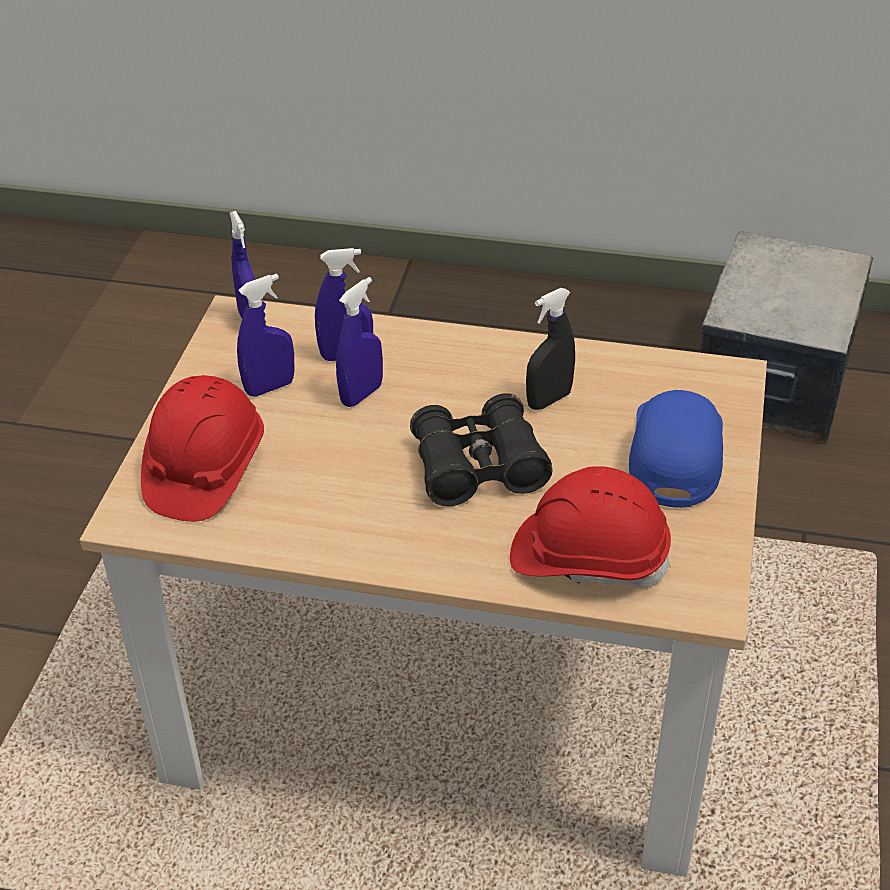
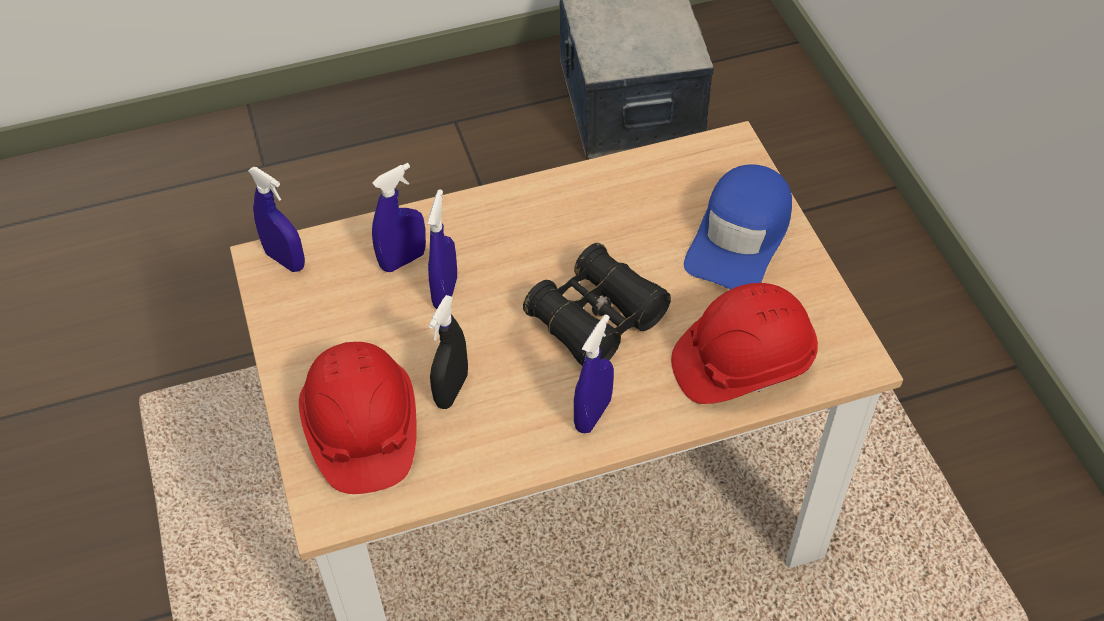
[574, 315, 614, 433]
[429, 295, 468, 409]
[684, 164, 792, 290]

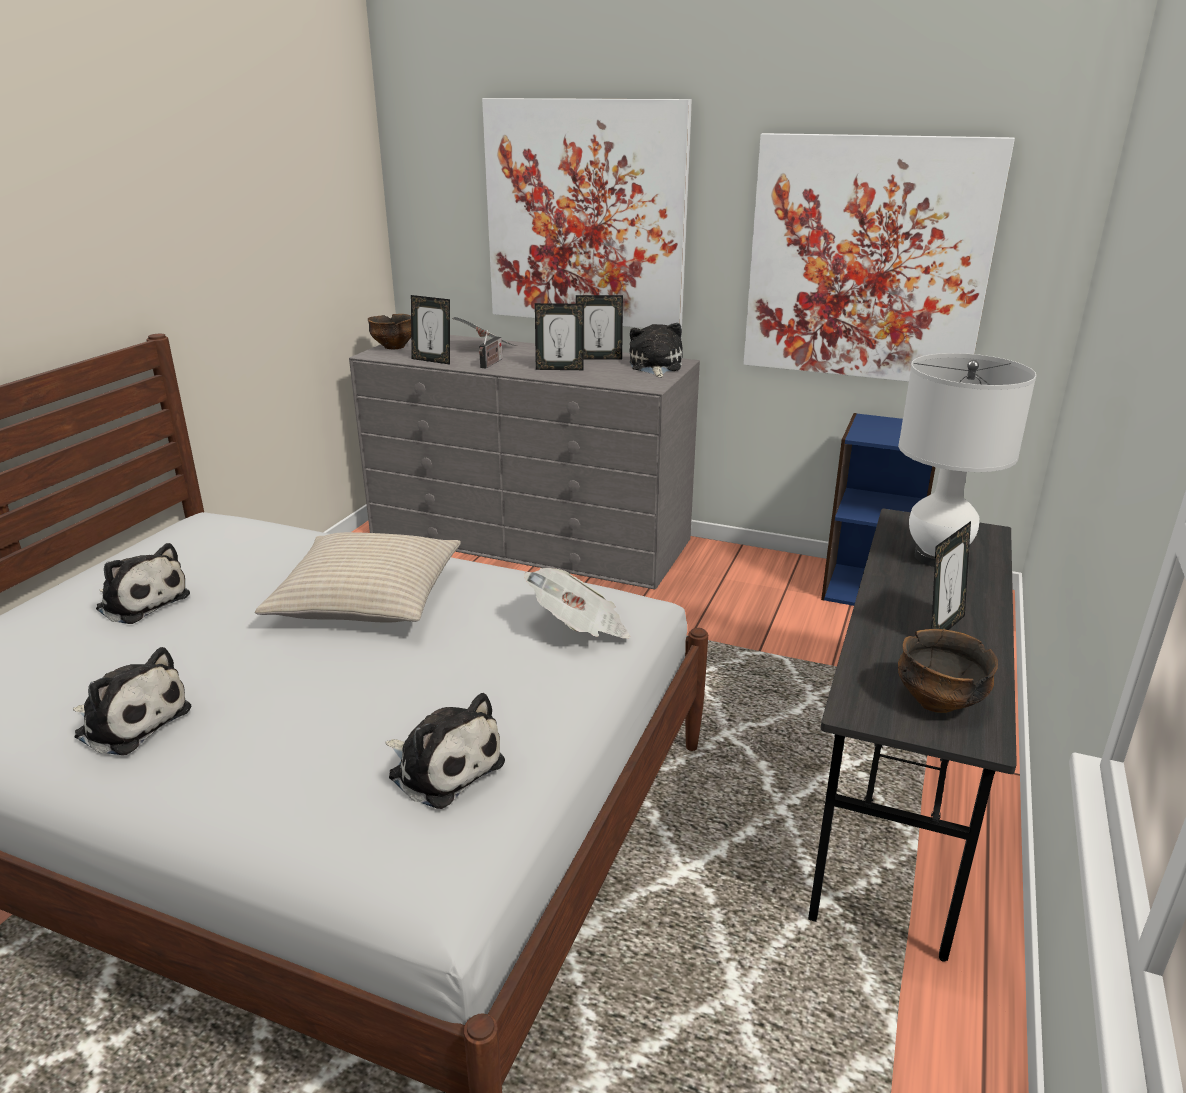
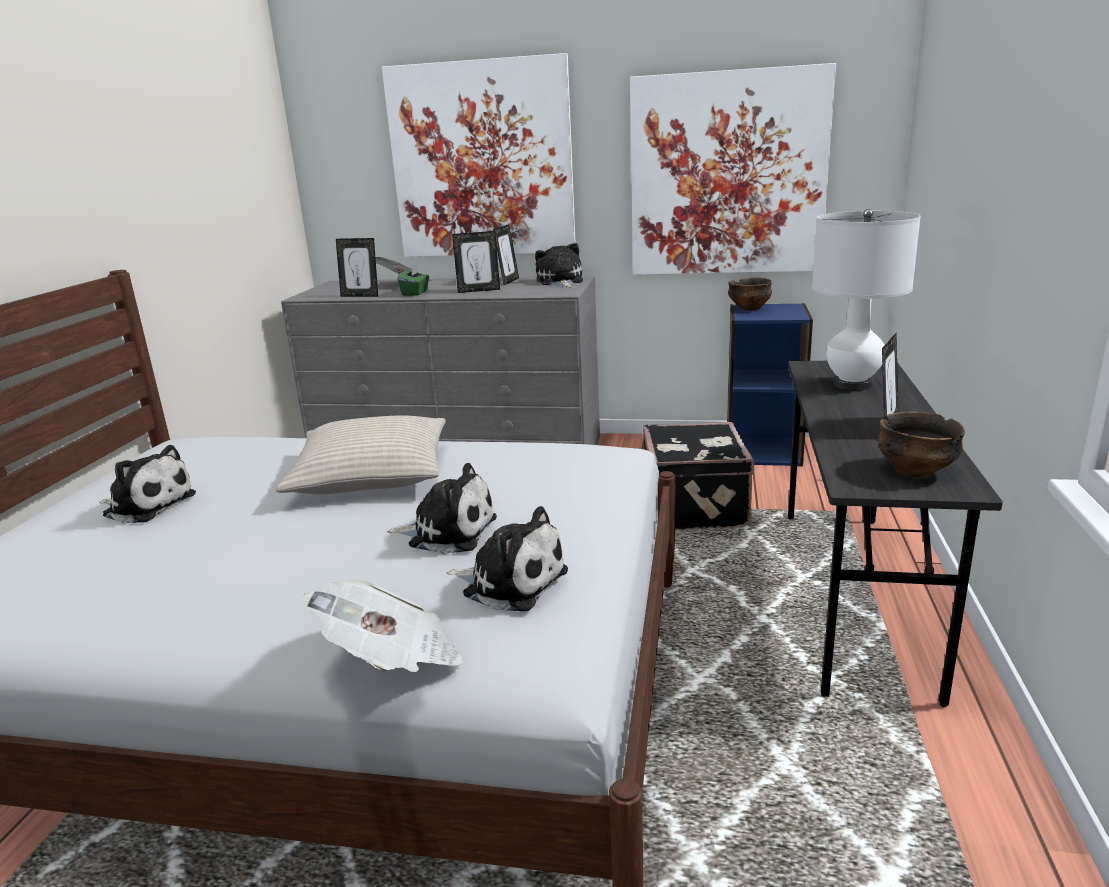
[493, 224, 519, 285]
[728, 278, 772, 311]
[397, 264, 429, 296]
[303, 580, 464, 672]
[387, 463, 497, 554]
[643, 422, 755, 530]

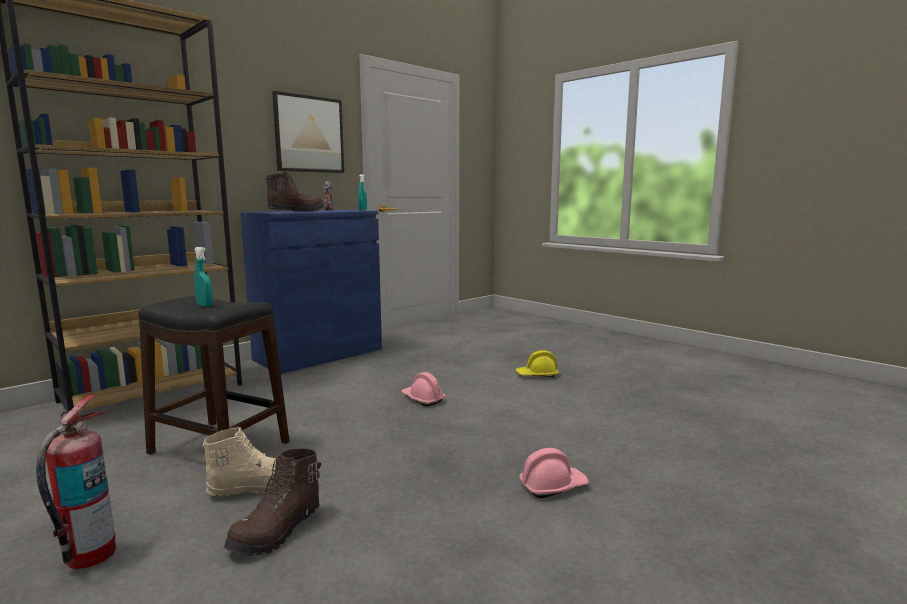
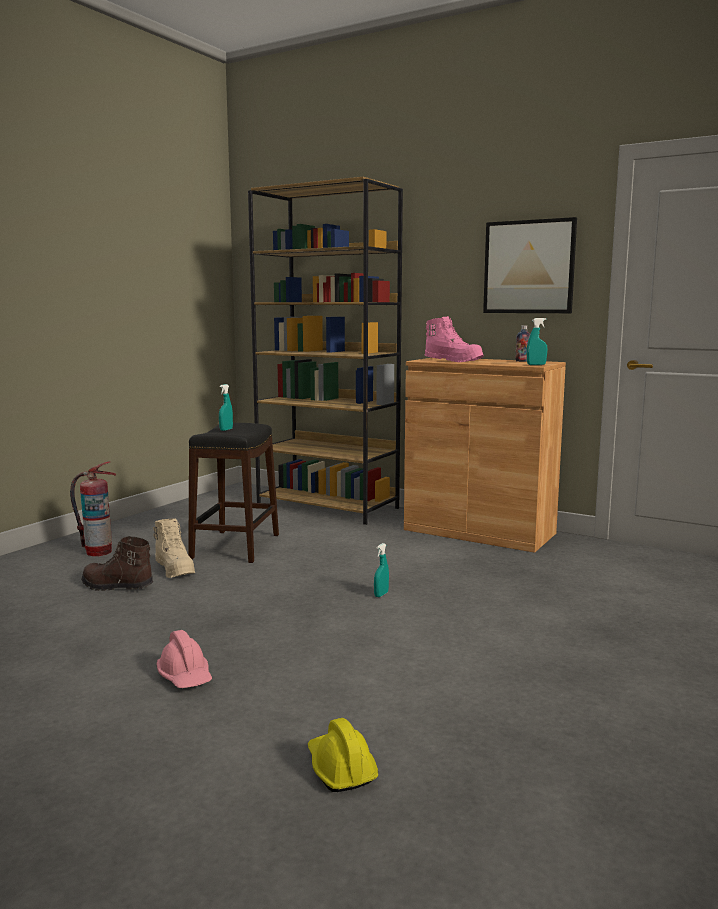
[425, 316, 484, 362]
[404, 358, 566, 553]
[308, 718, 378, 792]
[374, 543, 389, 597]

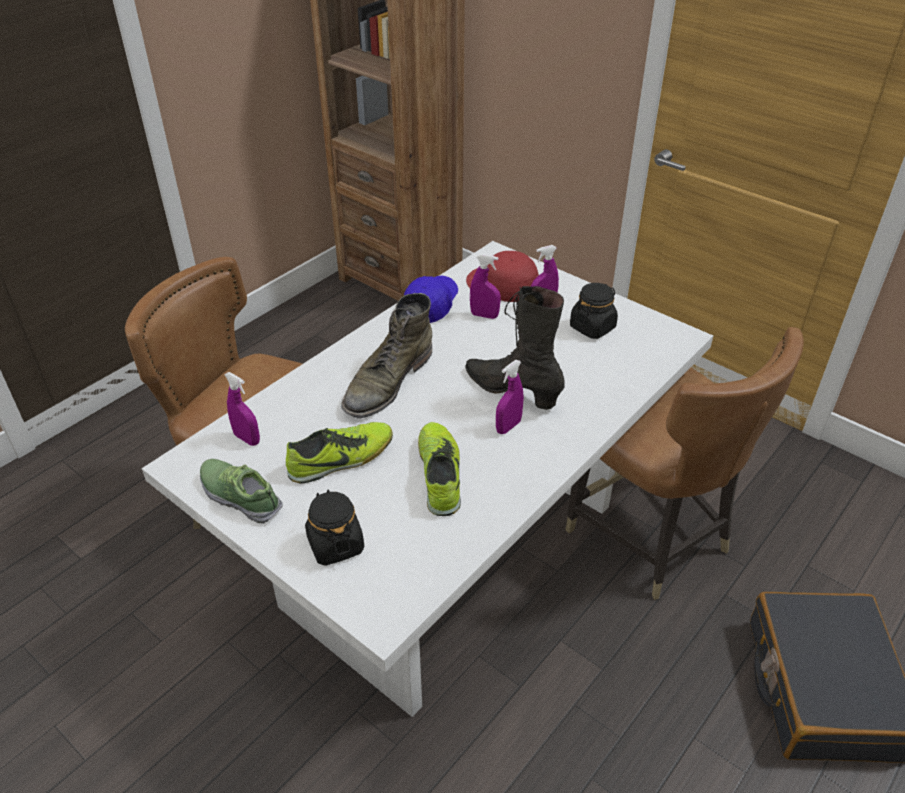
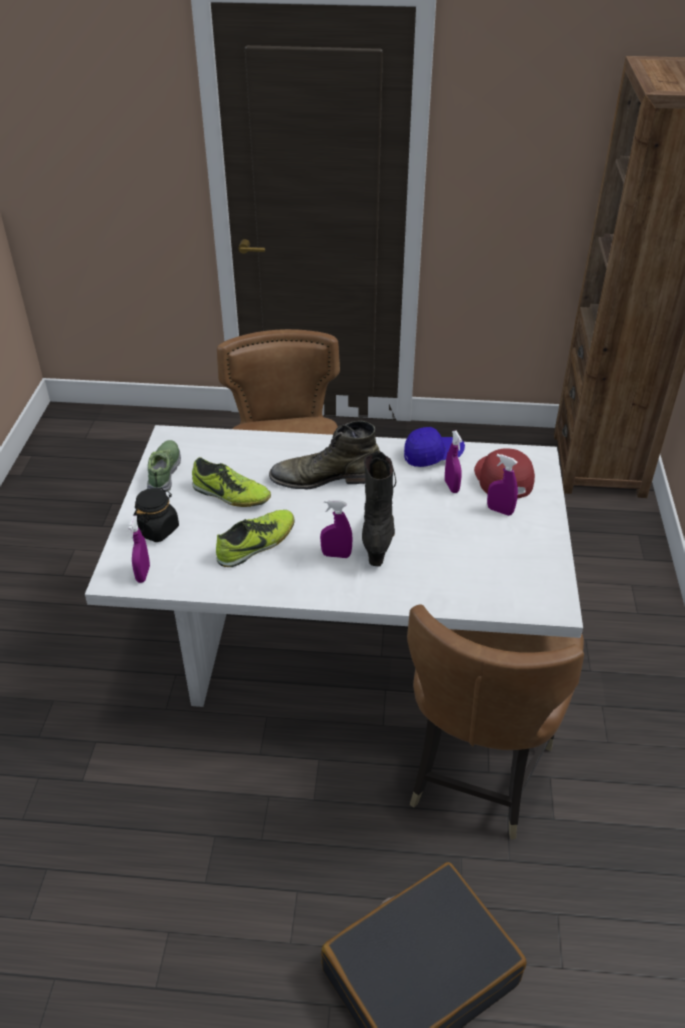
[570, 283, 618, 339] (first image)
[128, 516, 150, 583]

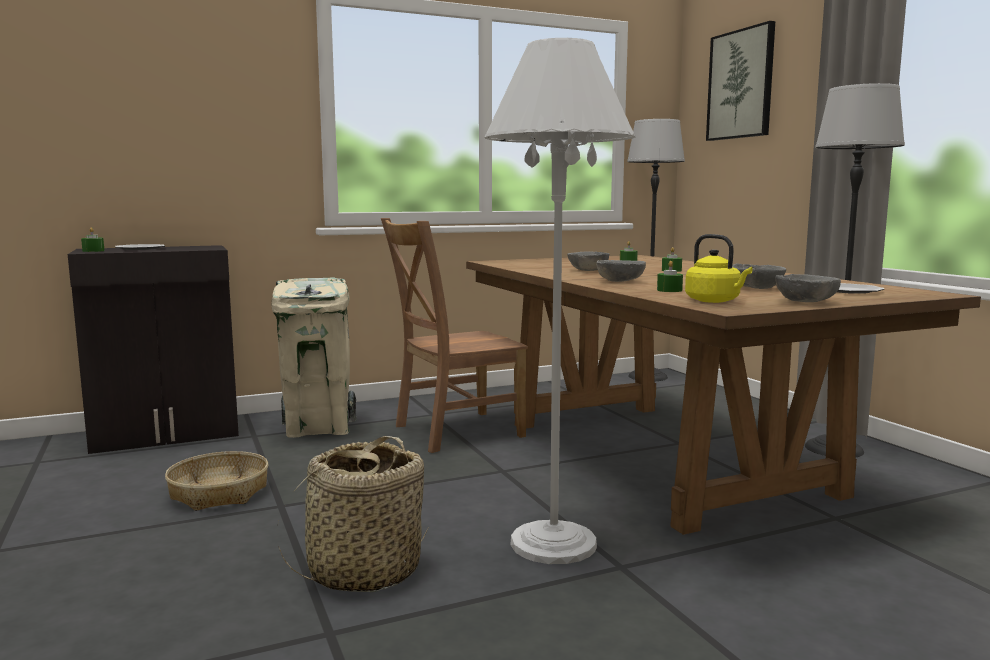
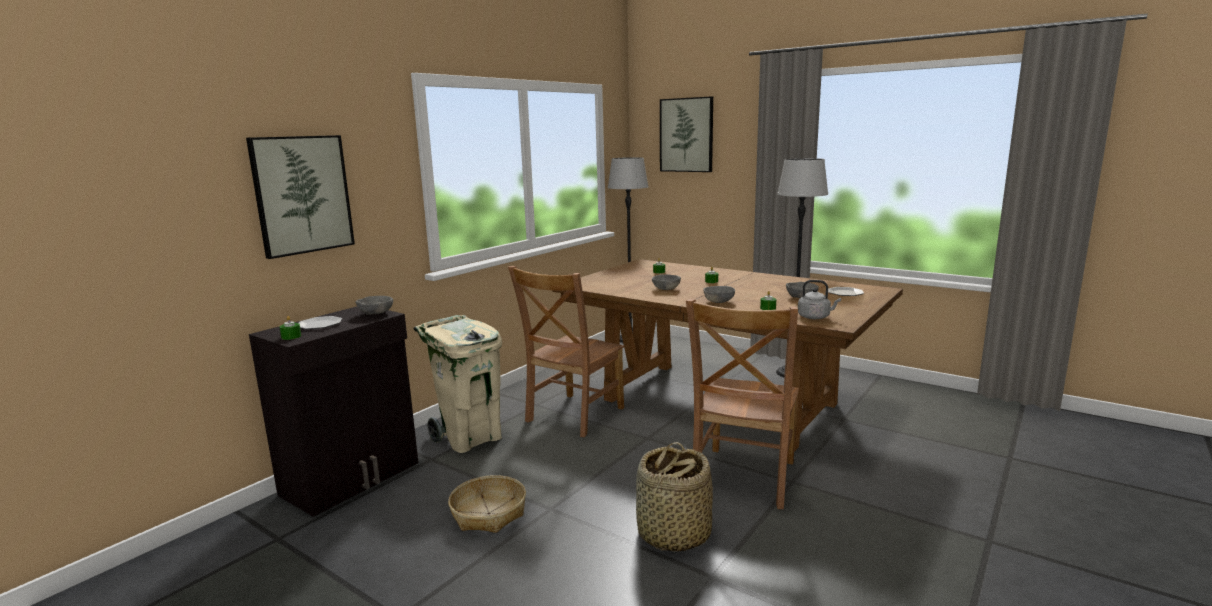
[686, 299, 799, 509]
[798, 280, 841, 319]
[355, 296, 393, 315]
[246, 135, 355, 259]

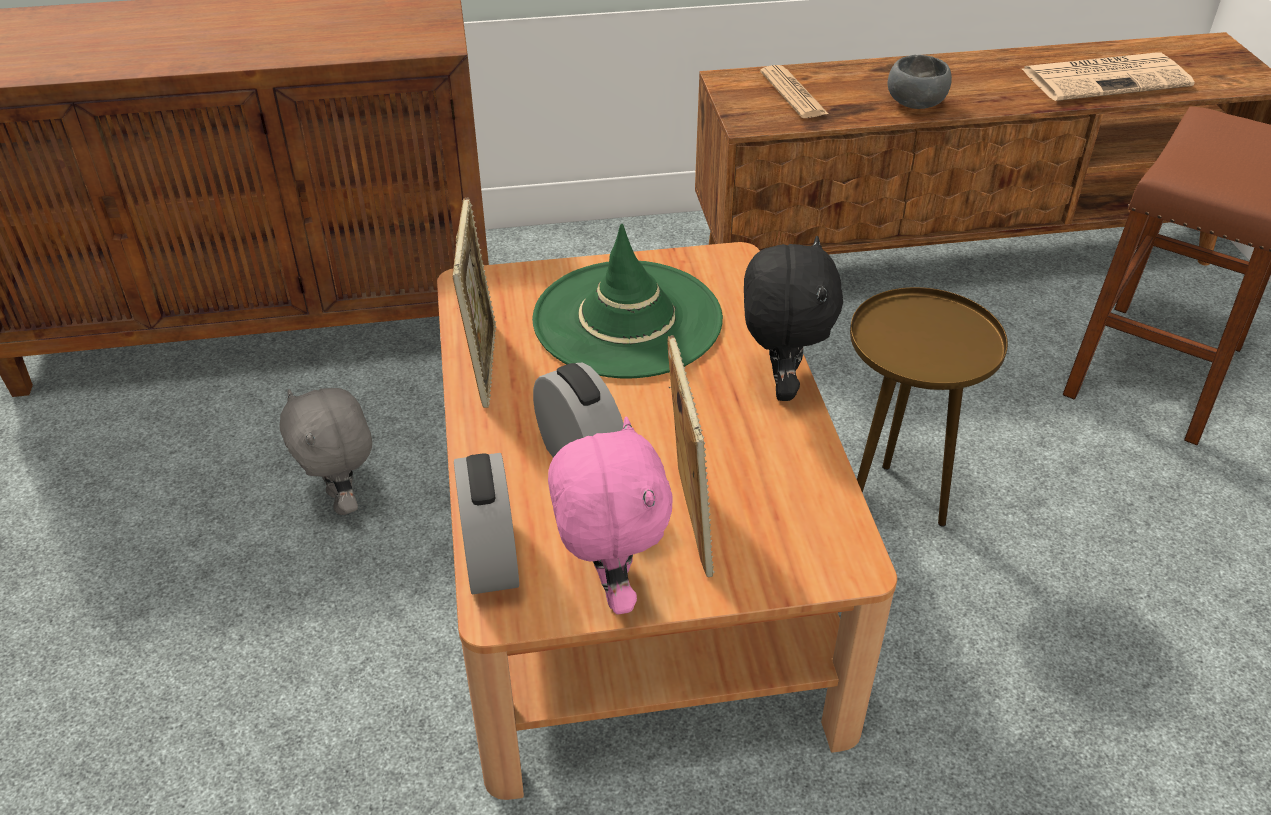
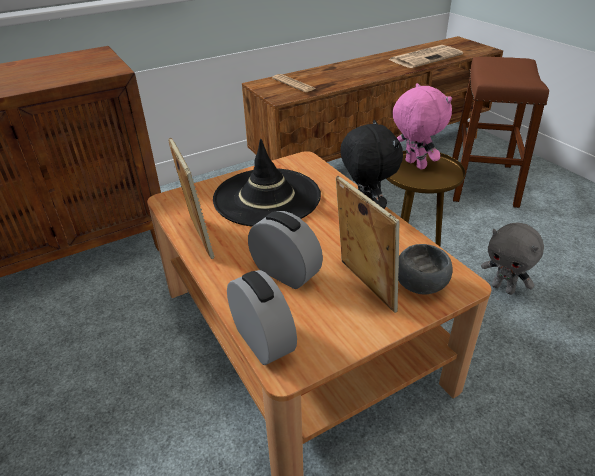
[398, 244, 453, 294]
[213, 139, 321, 227]
[481, 223, 544, 295]
[392, 83, 452, 170]

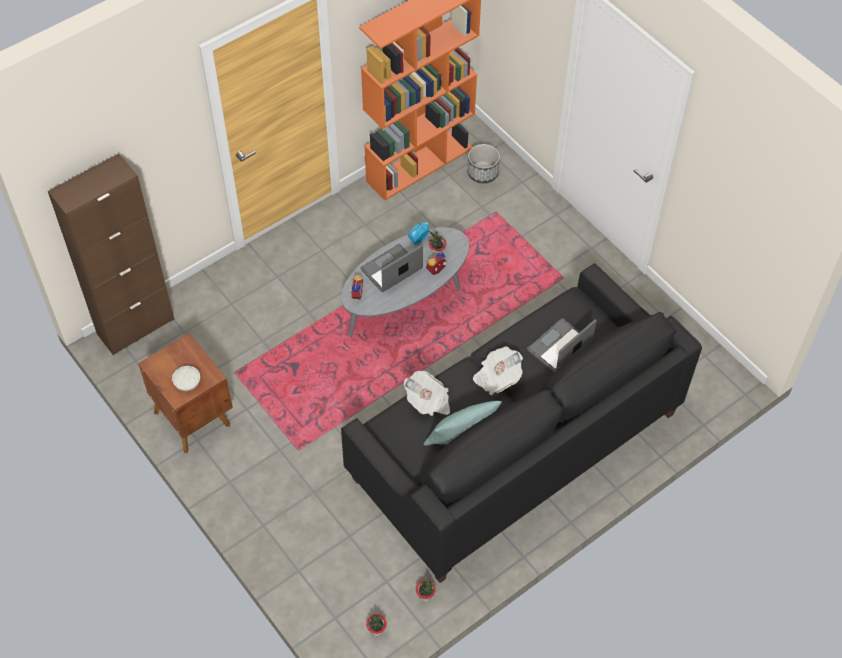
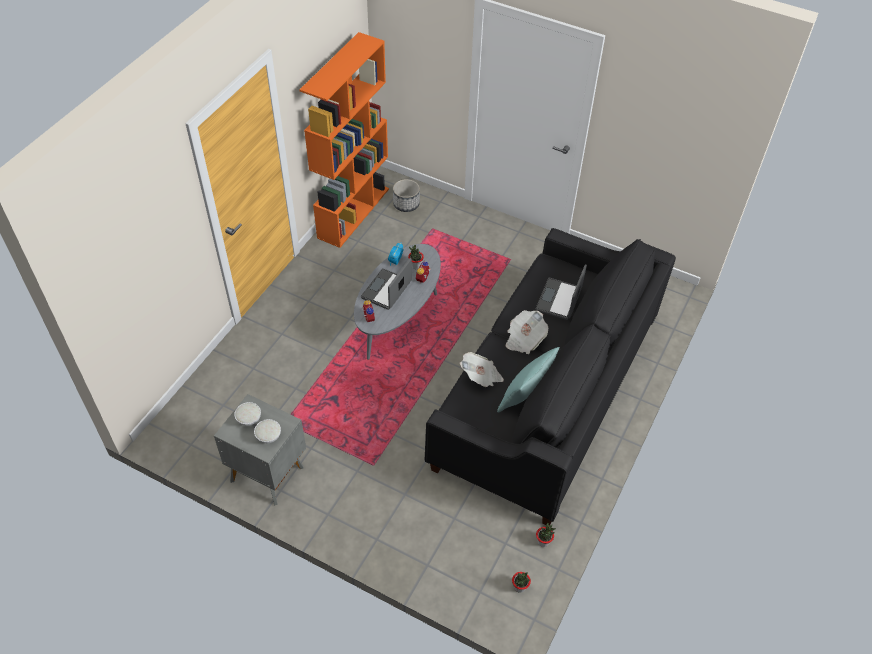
[48, 153, 175, 355] (first image)
[214, 394, 306, 505]
[234, 402, 261, 426]

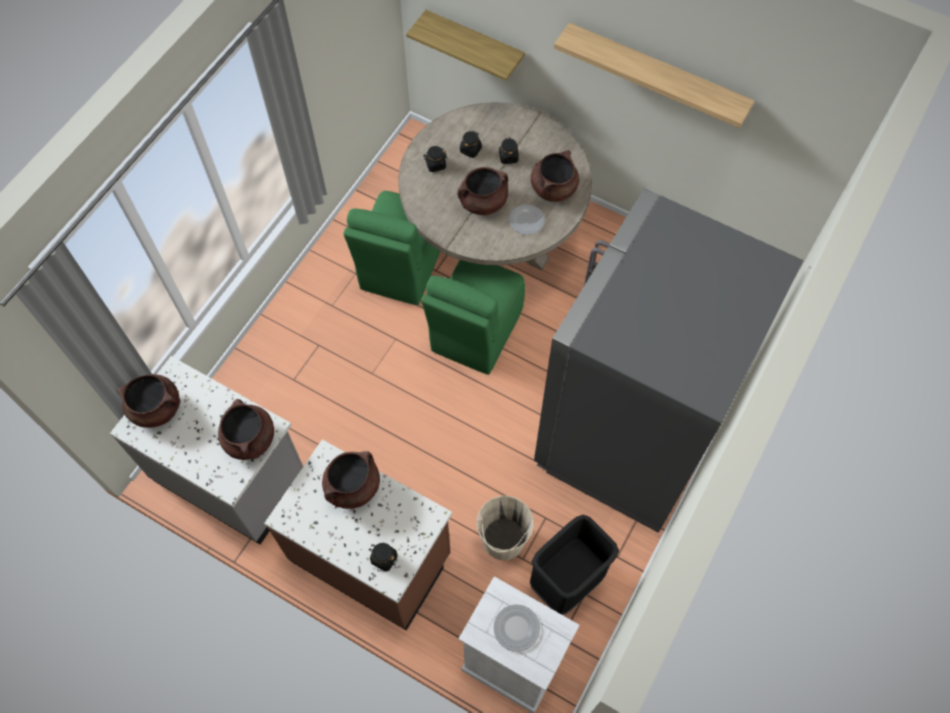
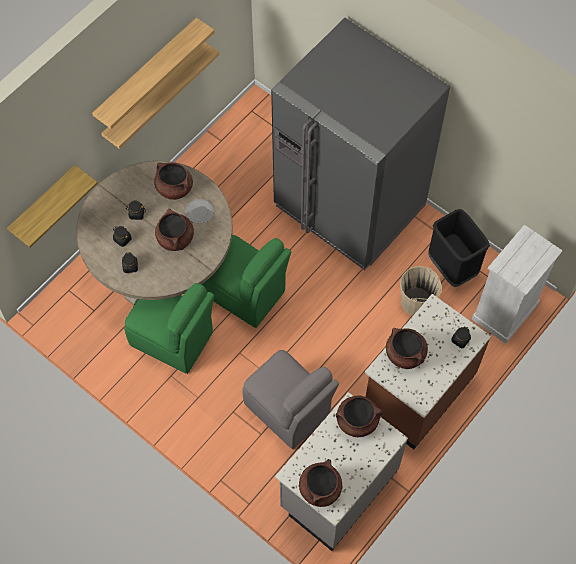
[494, 604, 540, 652] (first image)
[101, 42, 220, 149]
[242, 350, 339, 449]

